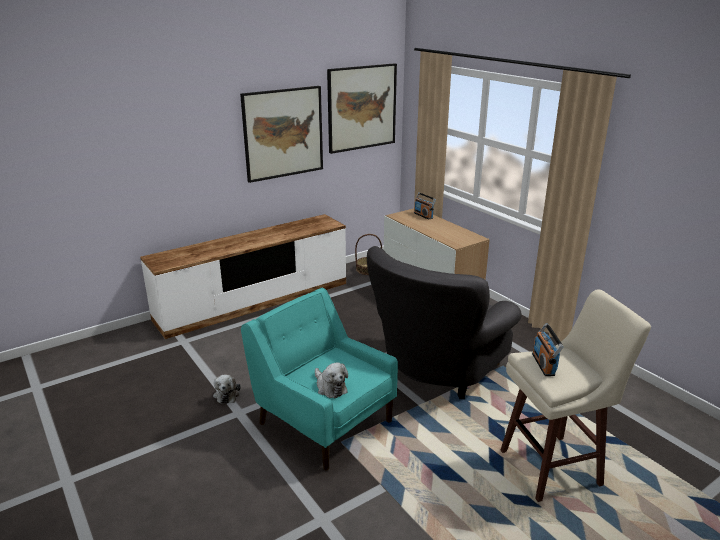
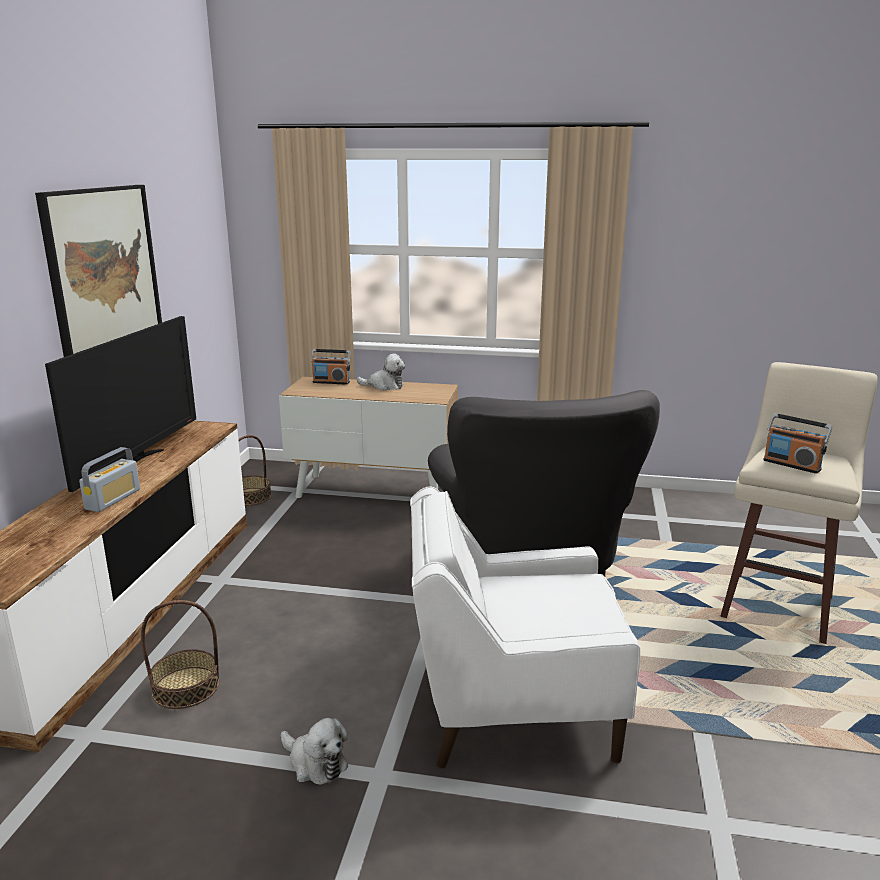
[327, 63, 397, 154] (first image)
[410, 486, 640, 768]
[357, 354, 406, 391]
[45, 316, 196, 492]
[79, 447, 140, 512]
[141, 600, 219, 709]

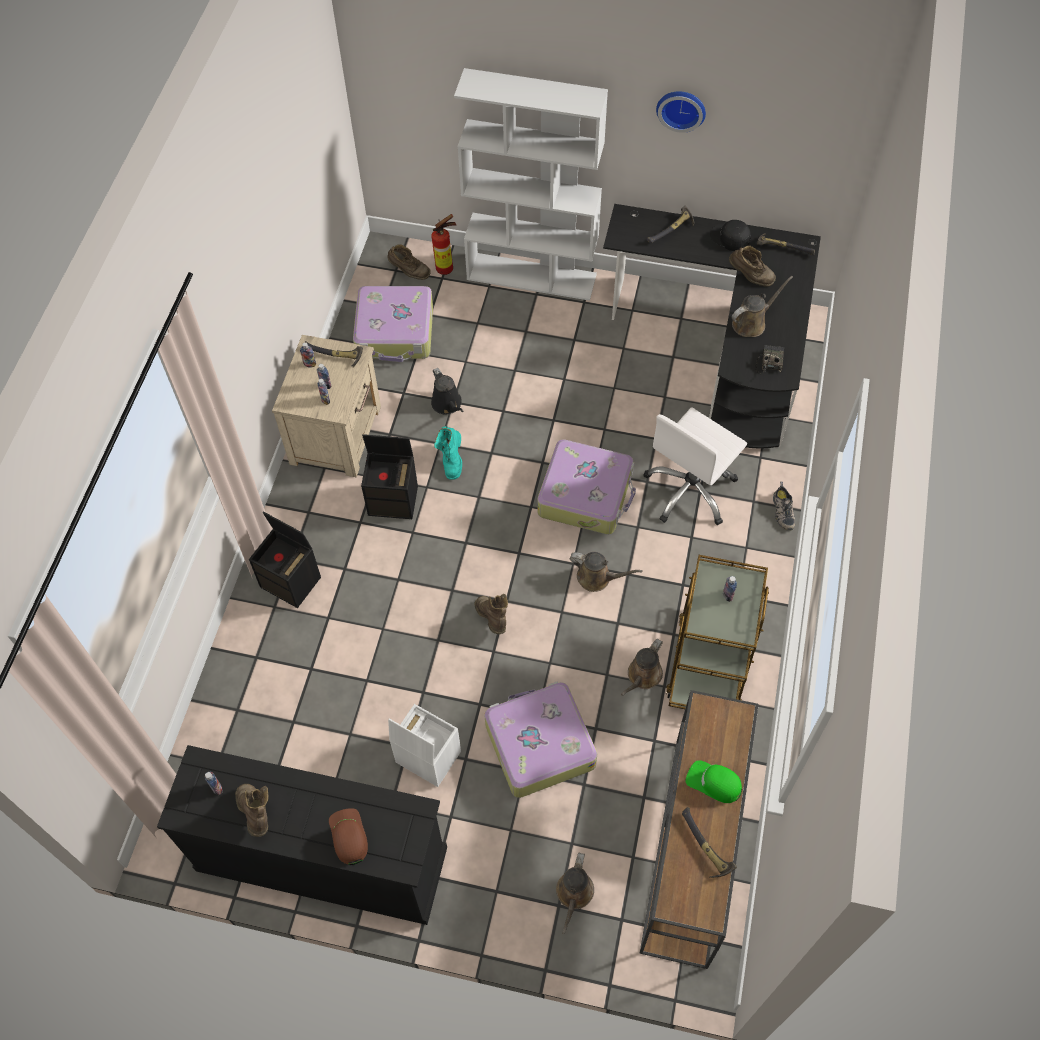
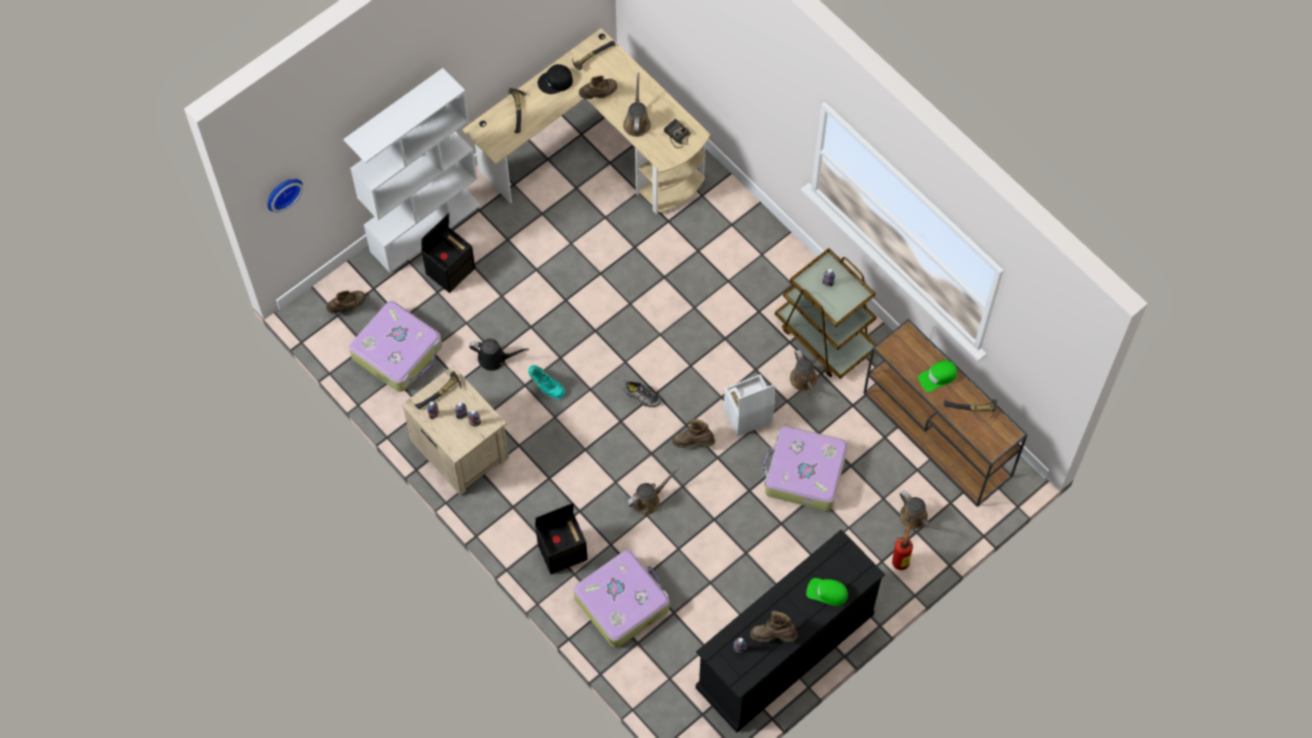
[267, 179, 303, 213]
[462, 28, 710, 214]
[892, 525, 913, 570]
[644, 407, 747, 525] (first image)
[421, 213, 475, 293]
[574, 550, 669, 648]
[623, 379, 661, 407]
[627, 467, 680, 515]
[724, 374, 775, 437]
[806, 578, 848, 606]

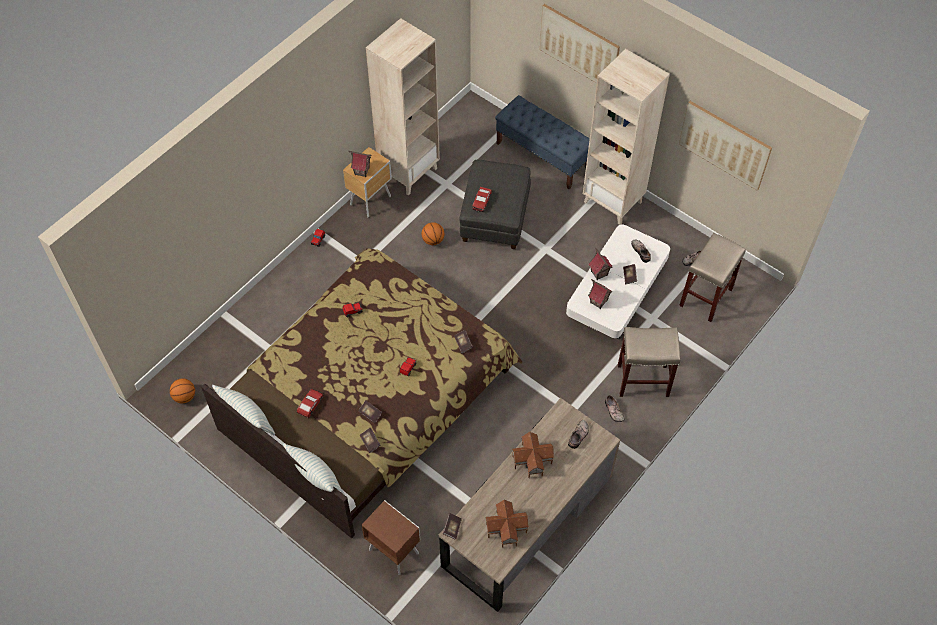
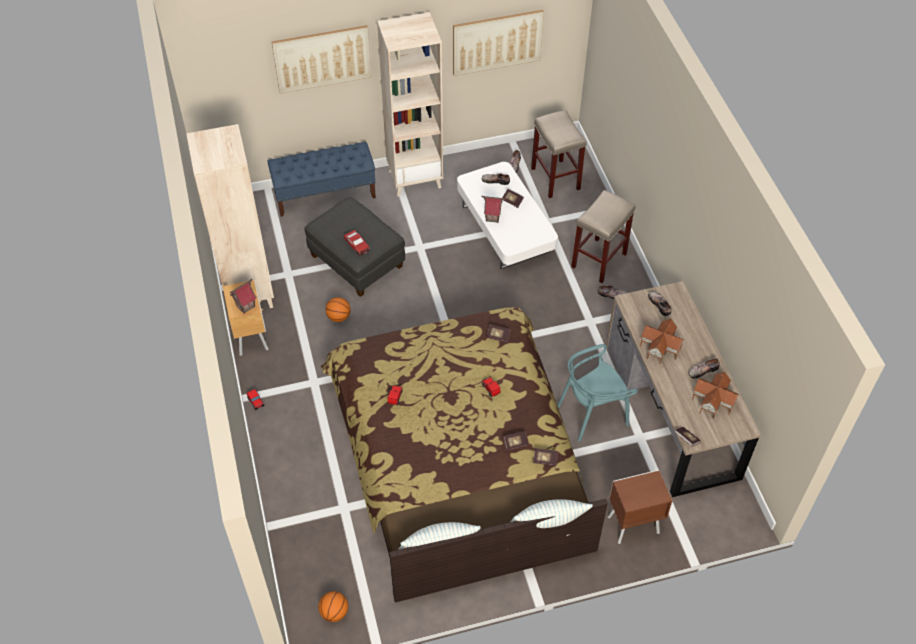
[588, 279, 612, 309] (first image)
[297, 389, 323, 418] (first image)
[558, 344, 638, 442]
[688, 358, 720, 379]

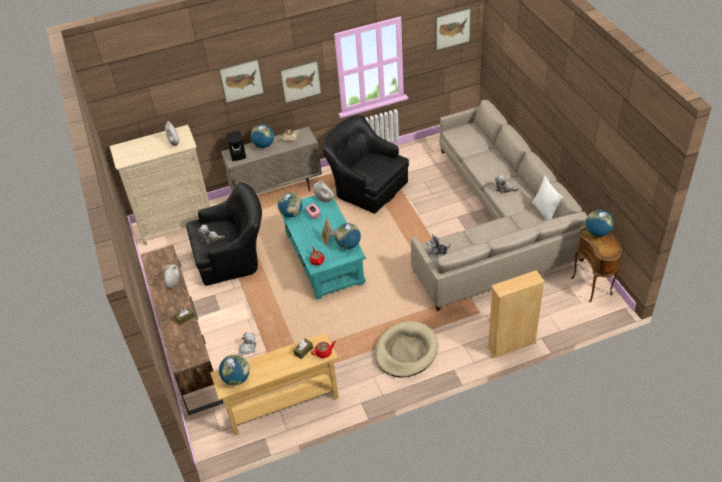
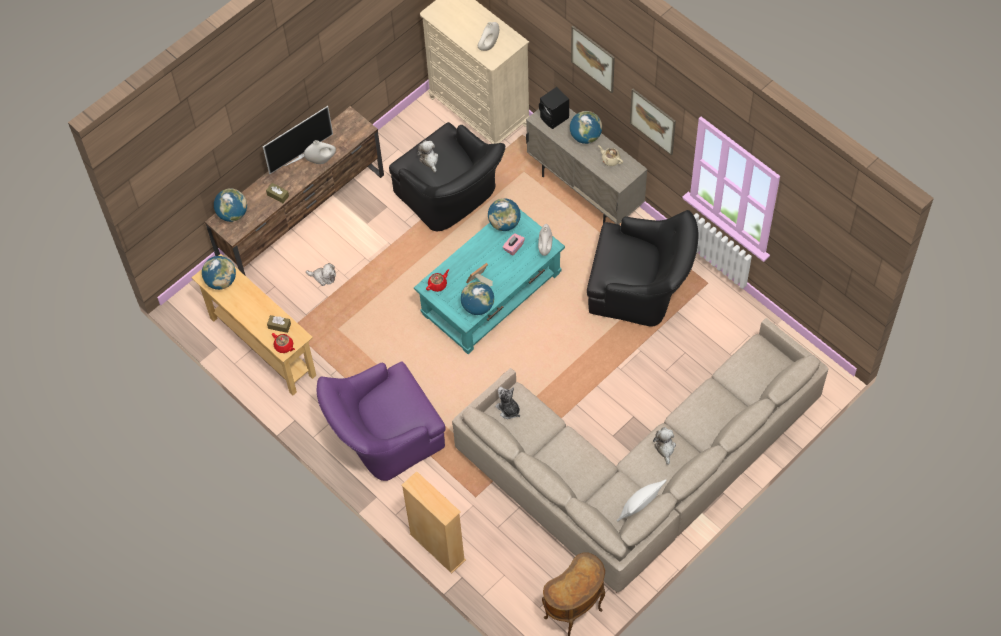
[435, 7, 472, 51] (first image)
[587, 210, 699, 327]
[214, 188, 247, 222]
[317, 361, 445, 481]
[263, 106, 333, 174]

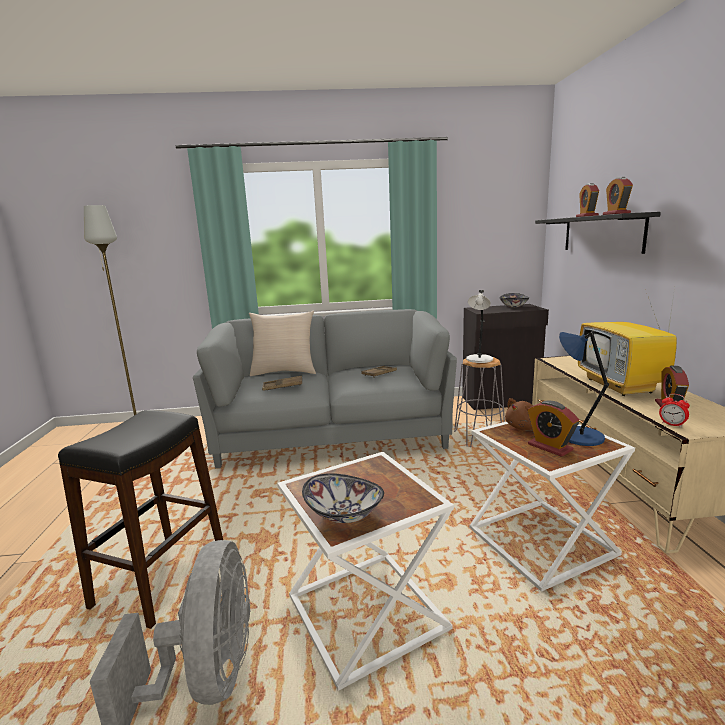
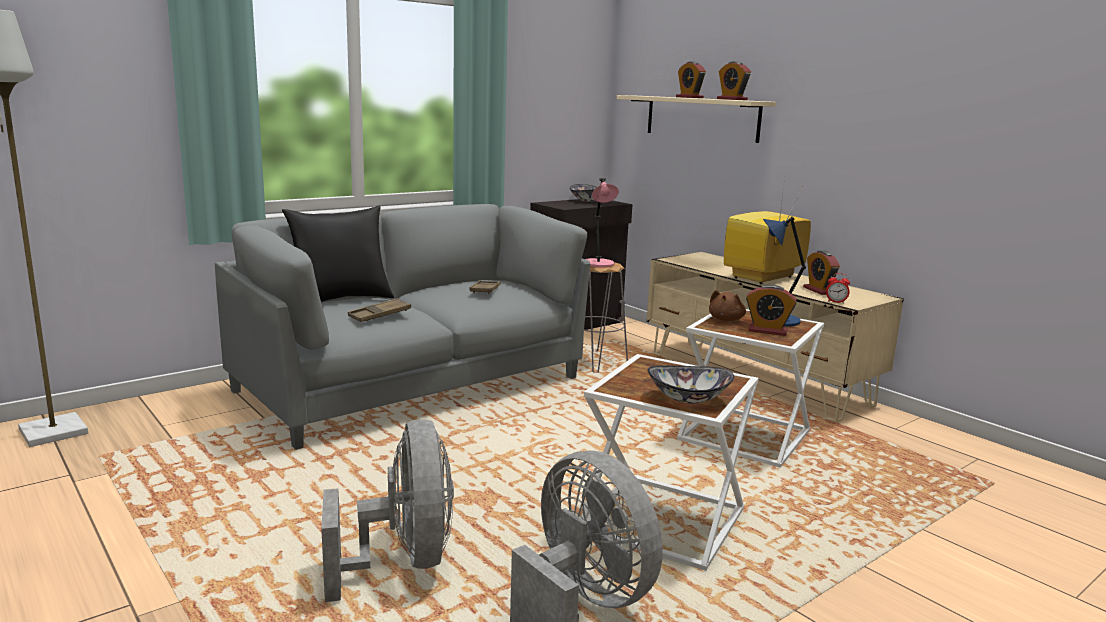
[617, 95, 776, 143]
[724, 186, 811, 284]
[586, 178, 619, 268]
[282, 205, 394, 302]
[321, 419, 454, 602]

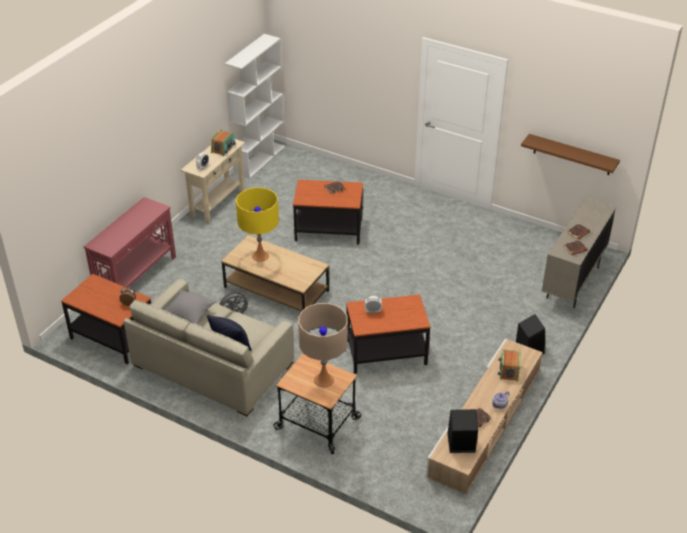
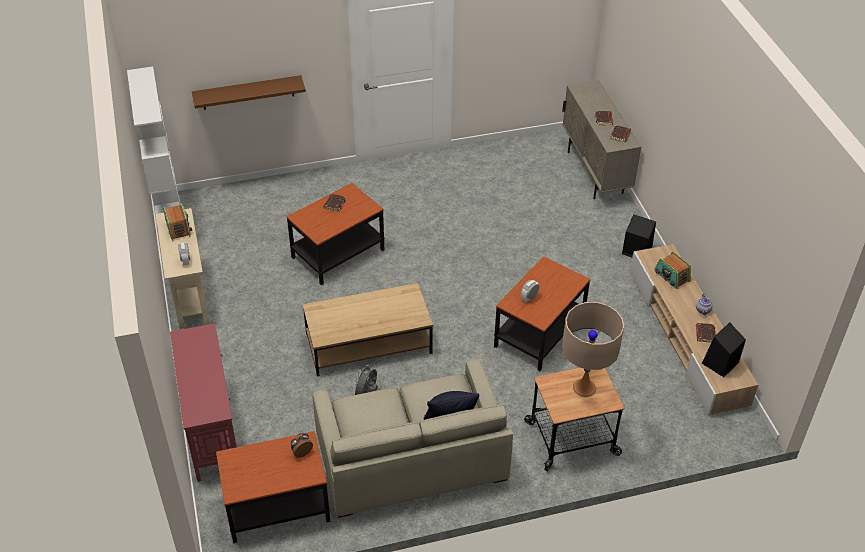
[192, 75, 306, 110]
[236, 187, 279, 262] (first image)
[165, 290, 216, 325] (first image)

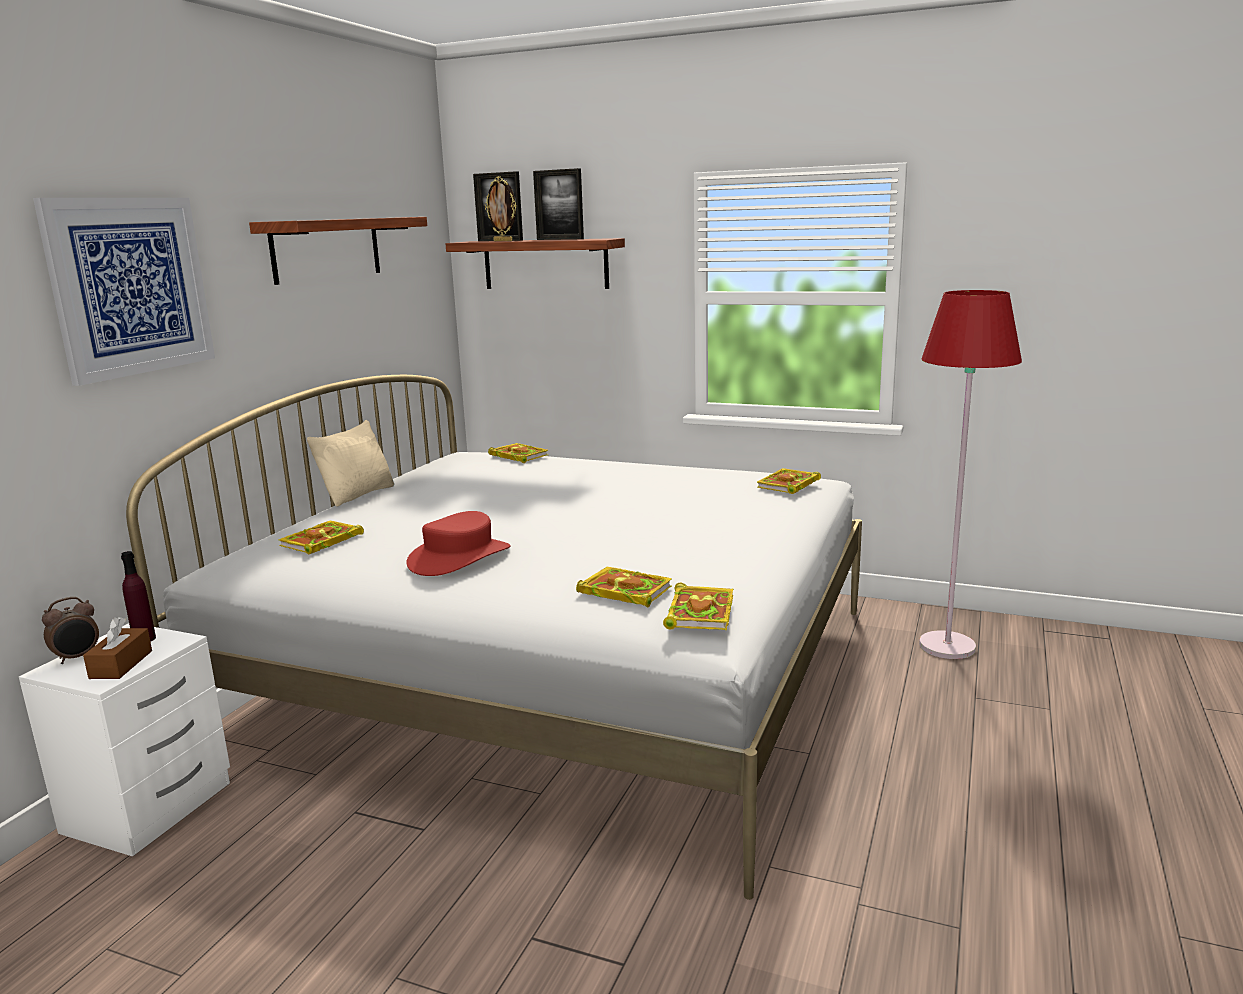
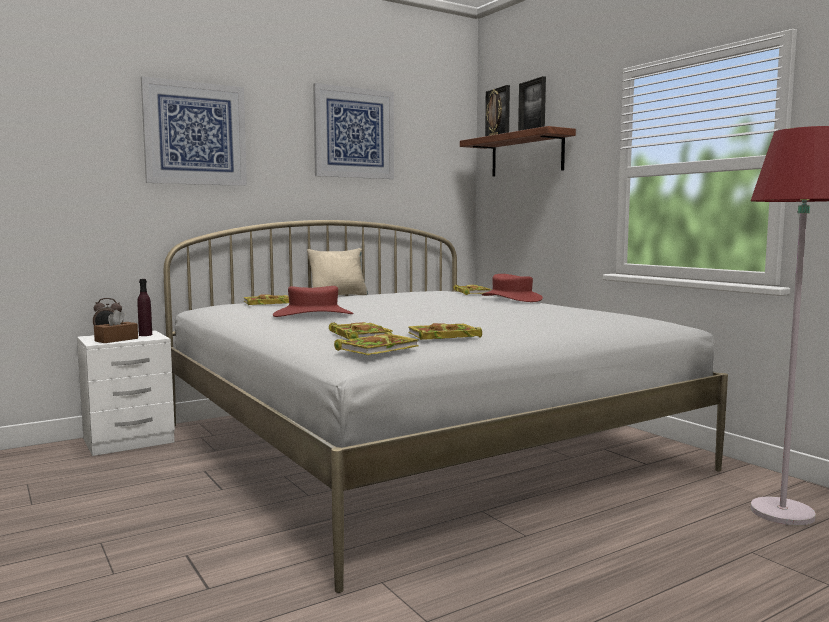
[313, 83, 394, 179]
[408, 323, 482, 340]
[482, 274, 543, 302]

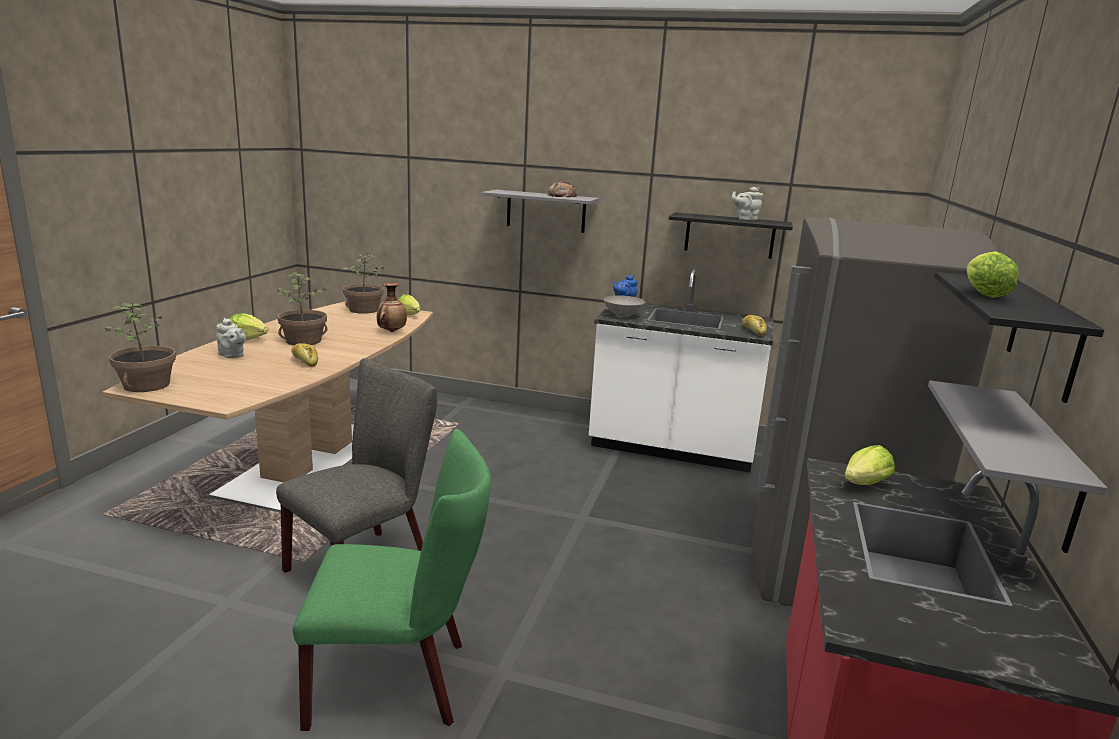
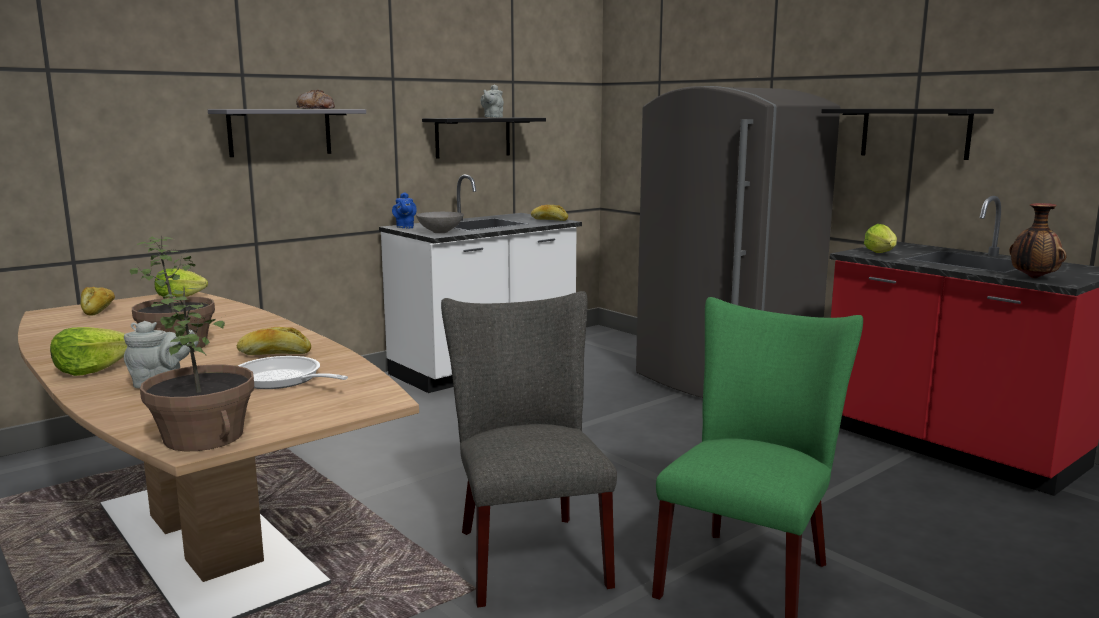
[967, 251, 1019, 298] (first image)
[80, 287, 115, 316]
[1009, 203, 1067, 278]
[928, 381, 1108, 553] (first image)
[238, 356, 348, 389]

